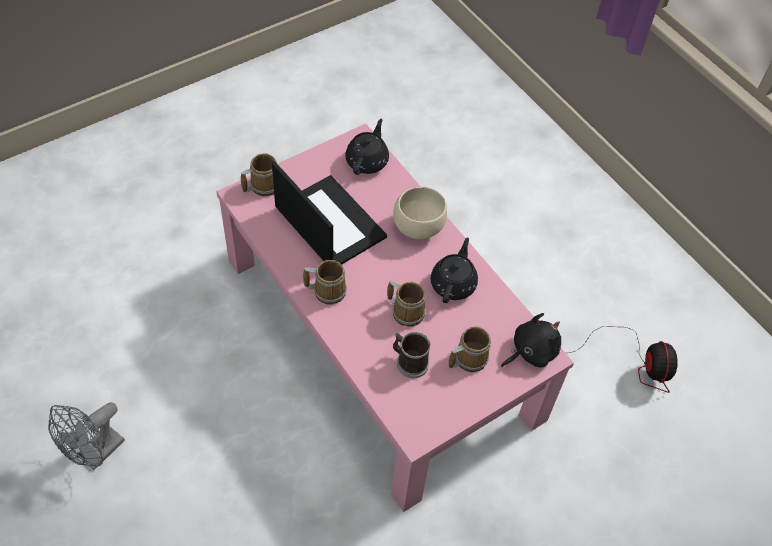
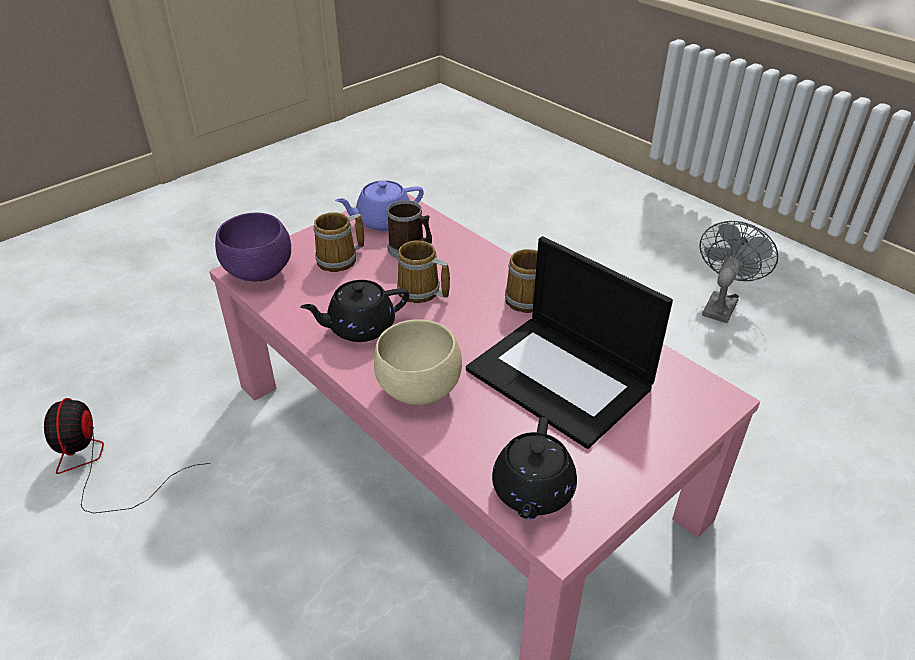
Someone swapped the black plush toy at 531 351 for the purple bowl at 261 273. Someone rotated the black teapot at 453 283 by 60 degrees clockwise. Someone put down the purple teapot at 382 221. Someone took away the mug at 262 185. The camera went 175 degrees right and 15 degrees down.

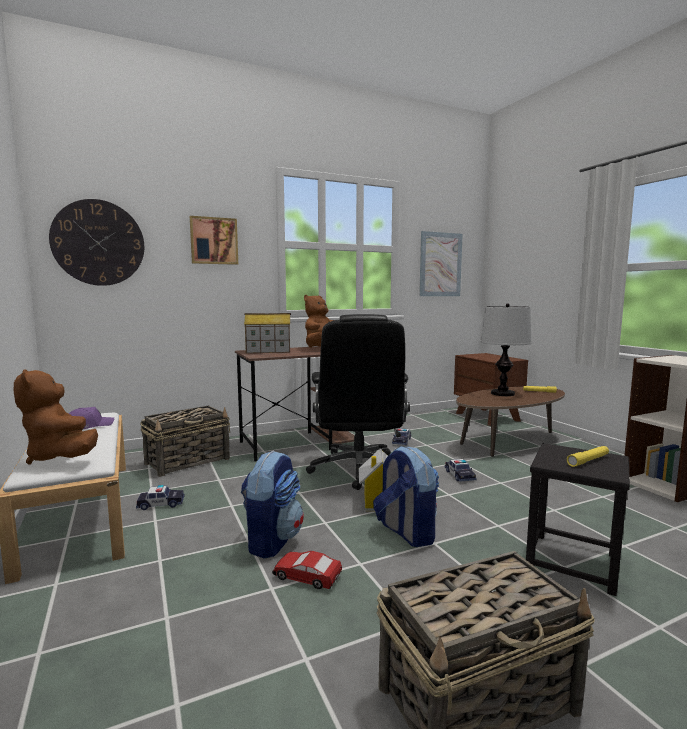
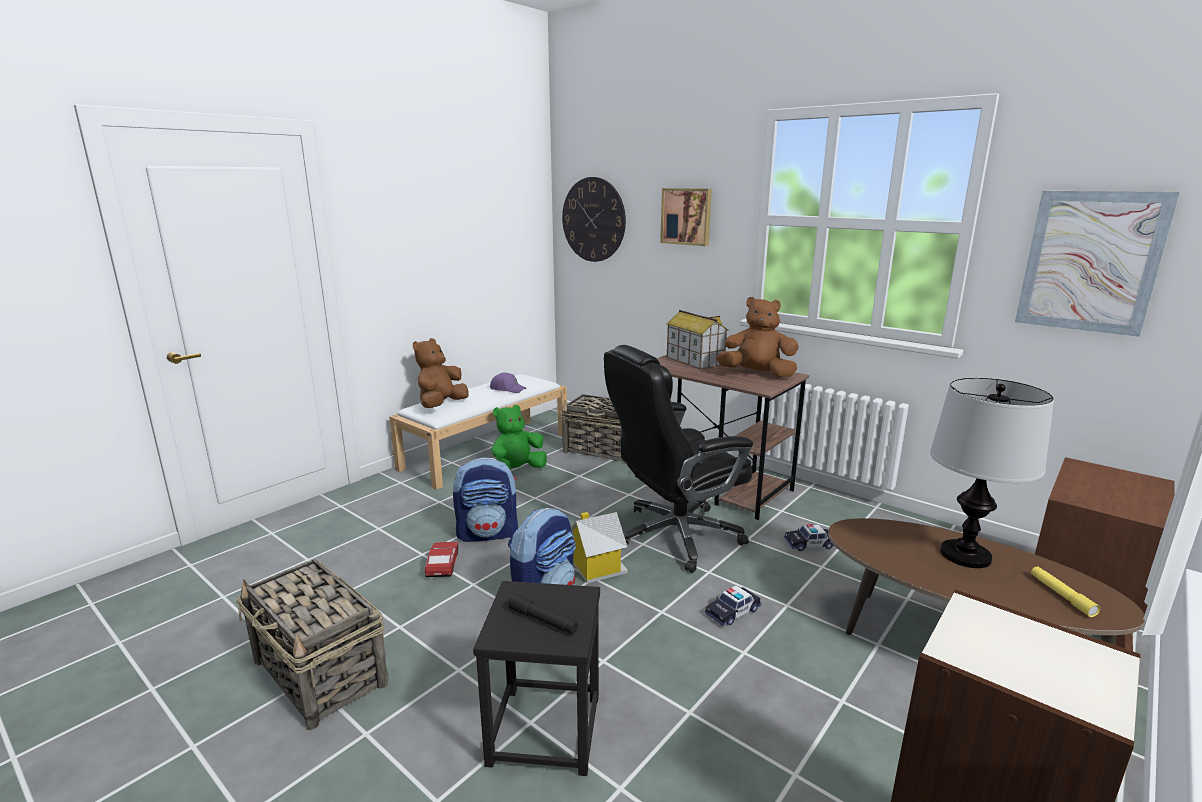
Someone swapped the toy car at 161 504 for the green plush toy at 517 471. Someone repainted the yellow flashlight at 588 460, which became the black flashlight at 543 620. The camera went 65 degrees right and 10 degrees up.

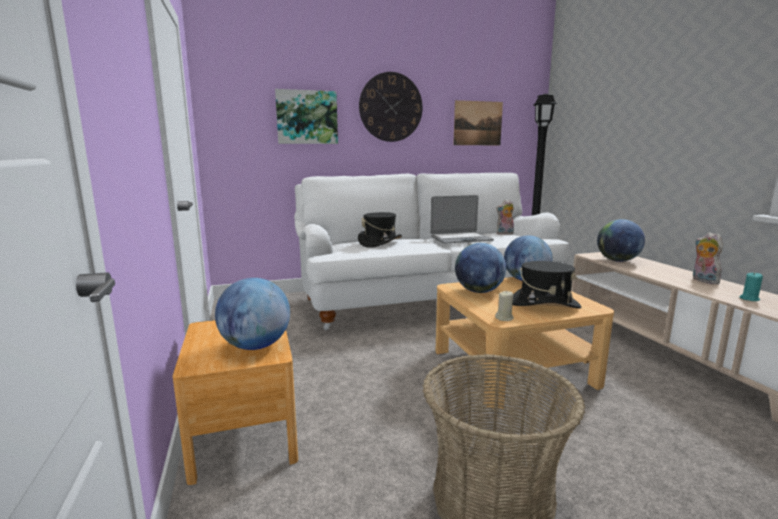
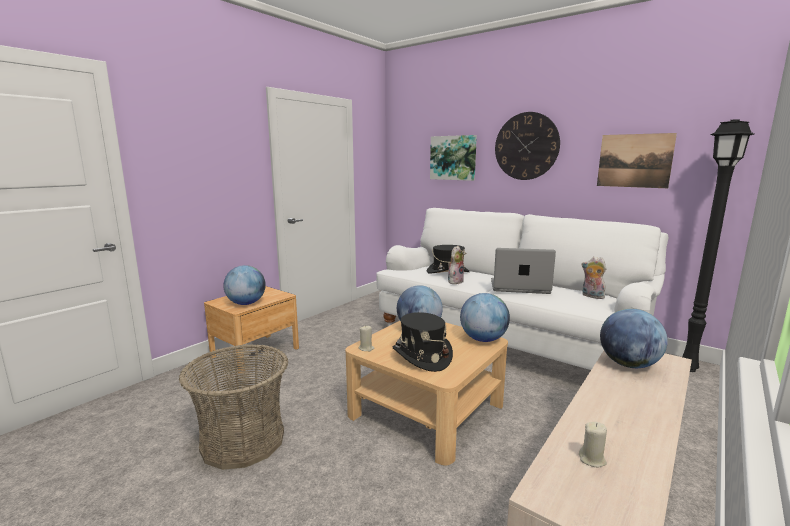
Someone carried the plush toy from 703 281 to 455 281. Someone rotated the laptop at 461 239 by 150 degrees clockwise. Someone repainted the turquoise candle at 749 299, which became the beige candle at 592 459. The camera went 55 degrees right and 0 degrees up.

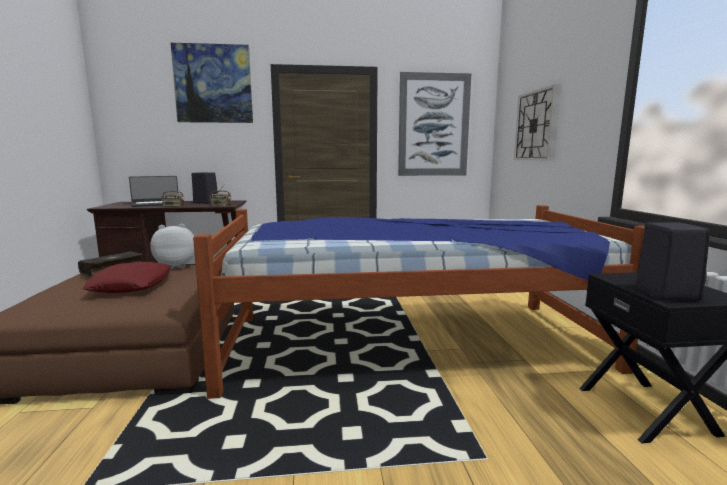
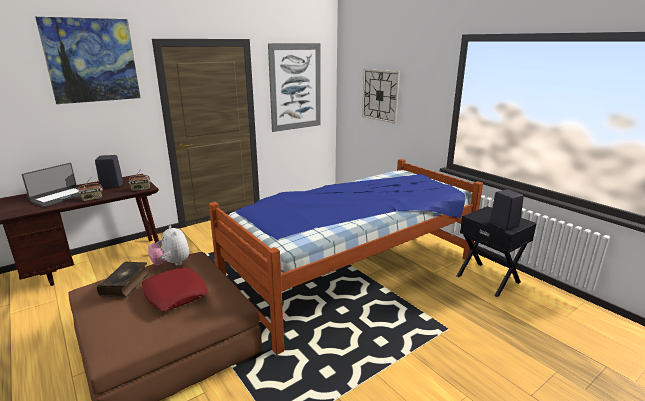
Someone rotated the plush toy at 176 266 by 75 degrees counterclockwise. The camera went 30 degrees left and 10 degrees up.

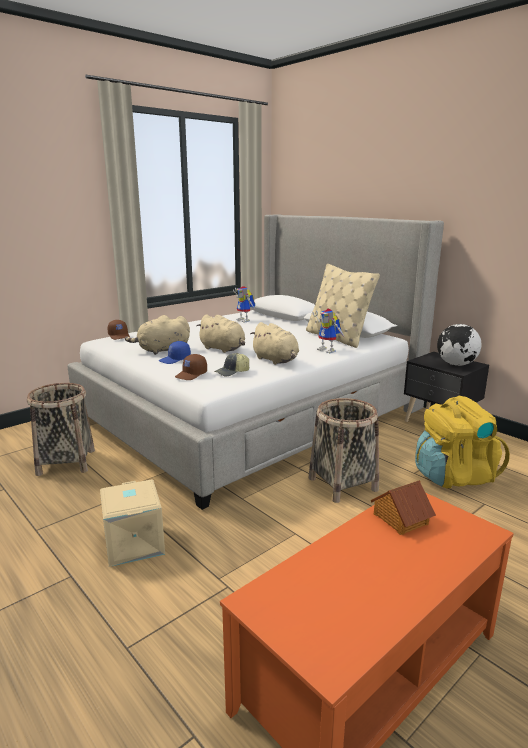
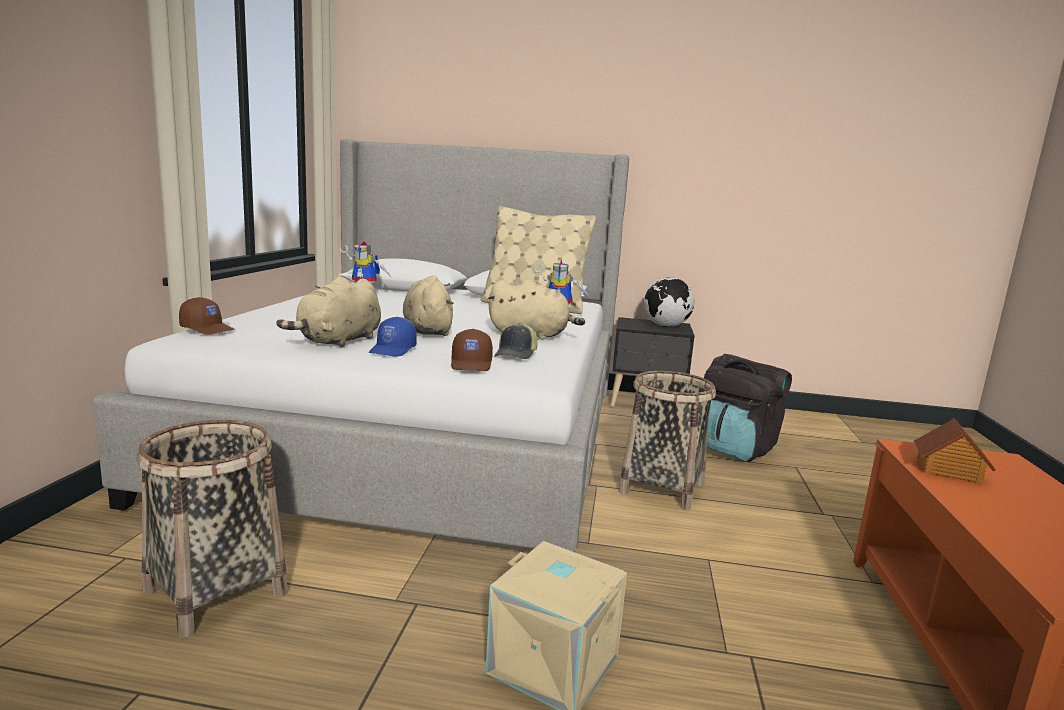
Someone rotated the beige plush toy at 223 349 by 105 degrees counterclockwise. Someone repainted the yellow backpack at 454 476, which became the black backpack at 735 449. The camera went 40 degrees left and 5 degrees down.

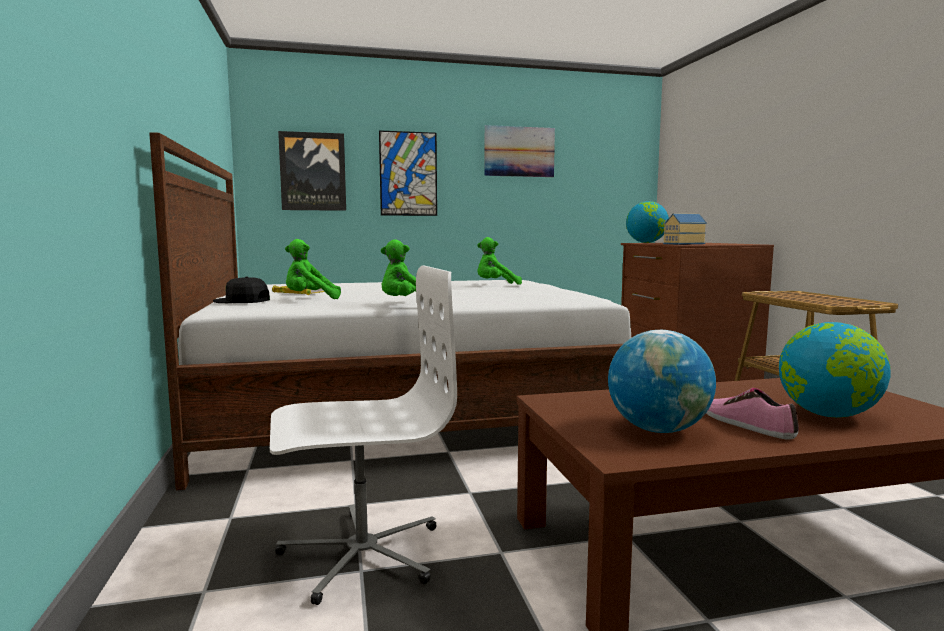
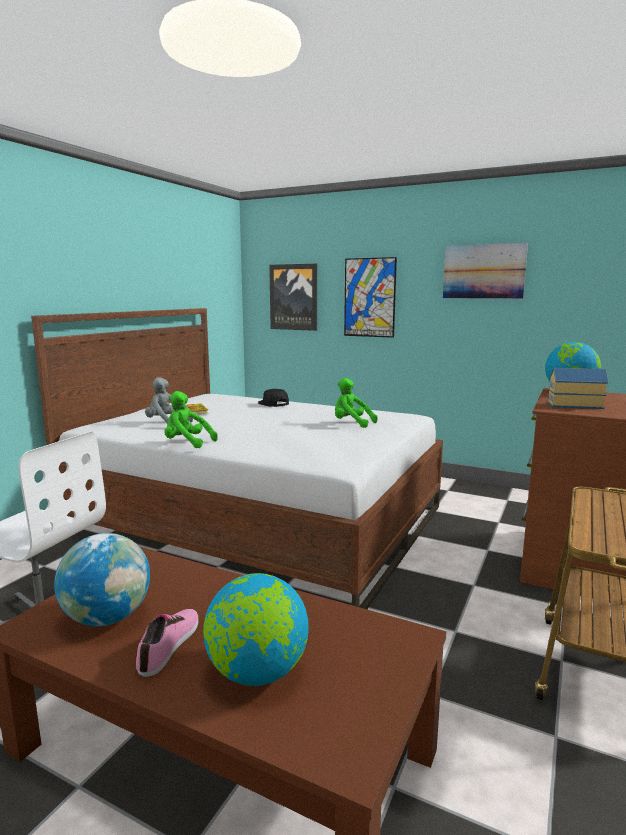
Someone repainted the green plush toy at 310 299, which became the grey plush toy at 166 423. Someone carried the black cap from 242 301 to 273 403. The camera went 40 degrees right and 5 degrees up.

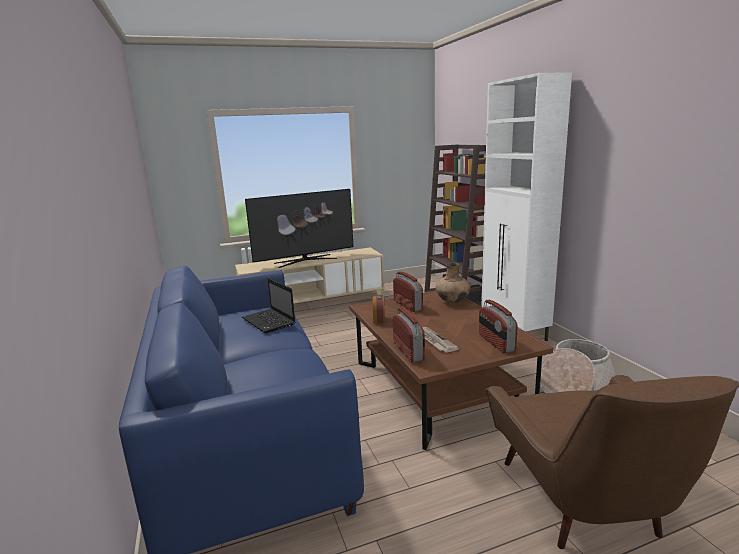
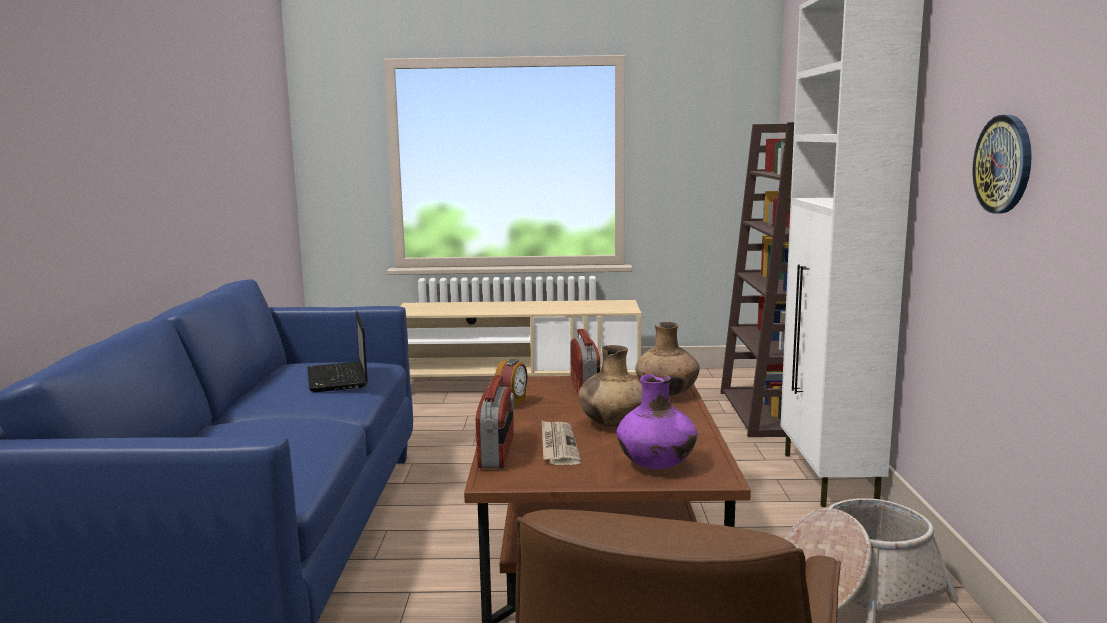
Someone put down the brown vase at 612 424. Someone swapped the radio at 496 343 for the purple vase at 656 465. Someone put up the wall clock at 1004 164. Someone took away the television at 305 261. The camera went 20 degrees right and 5 degrees down.

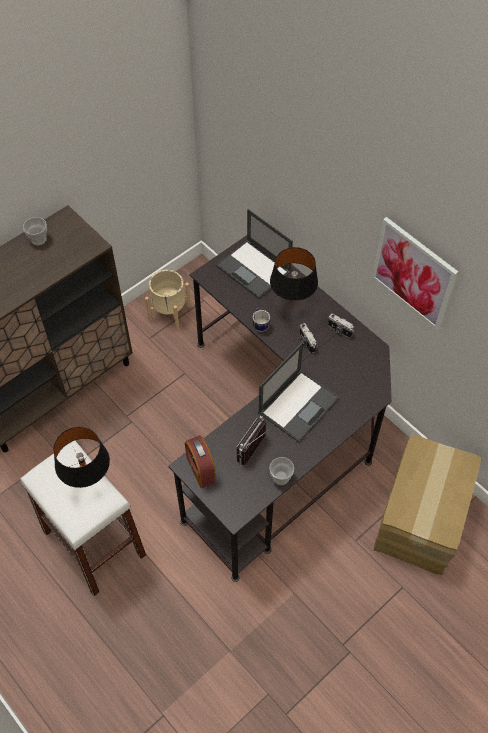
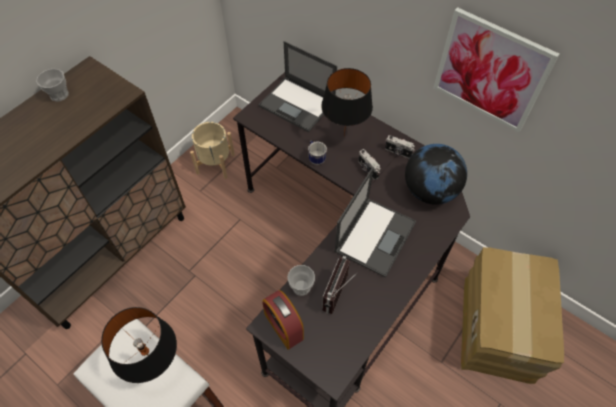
Someone carried the cup from 281 477 to 301 287. Someone put down the globe at 430 191. The camera went 10 degrees left and 0 degrees up.

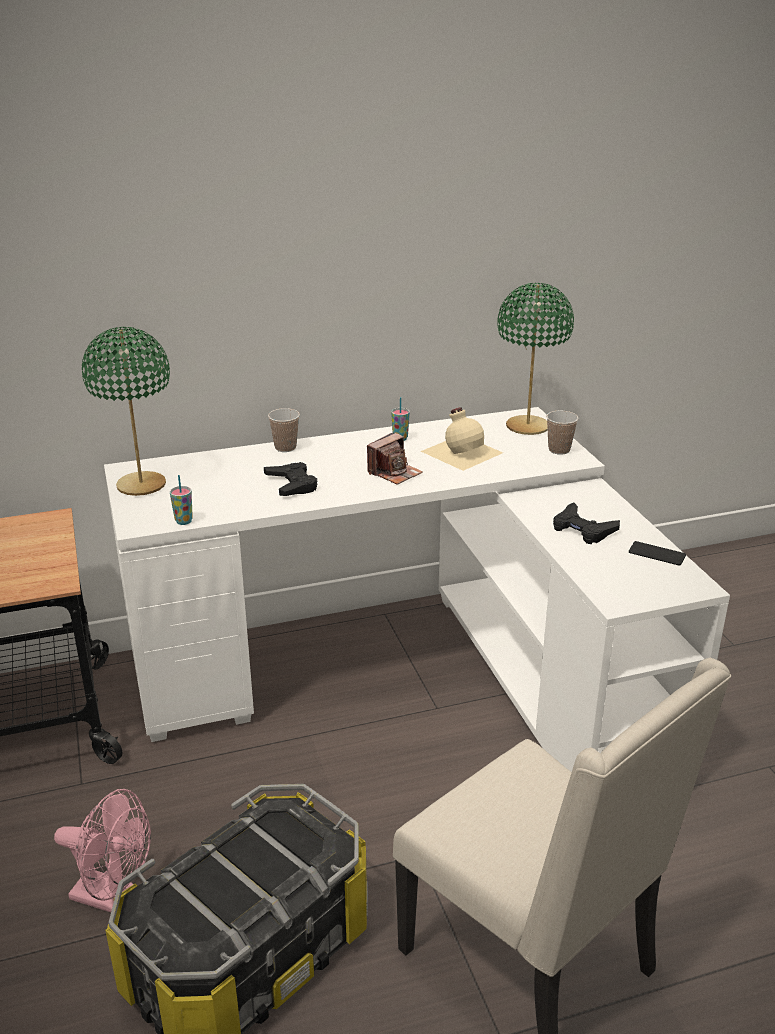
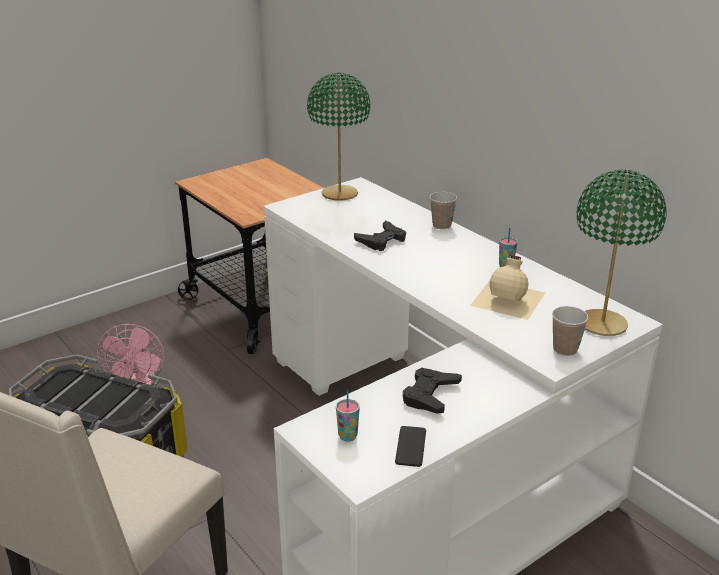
Someone carried the cup from 184 521 to 347 436. Someone took away the photo camera at 394 473. The camera went 70 degrees right and 0 degrees up.

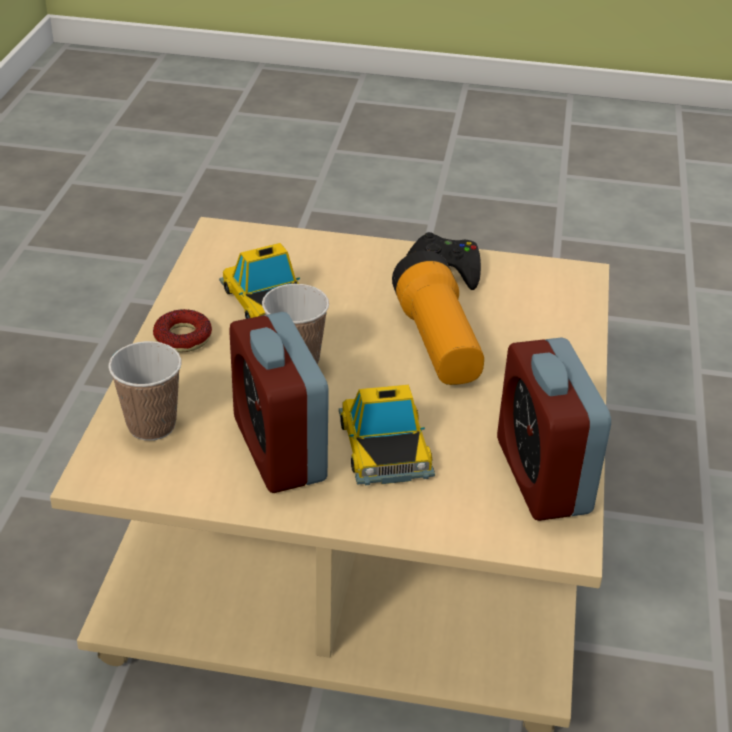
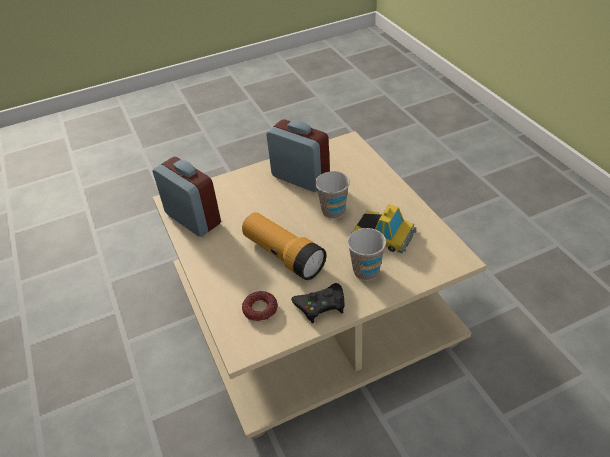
Someone carried the donut from 183 338 to 260 310. Someone carried the cup from 151 425 to 366 271. Someone took away the toy car at 385 445. The camera went 150 degrees right and 5 degrees up.

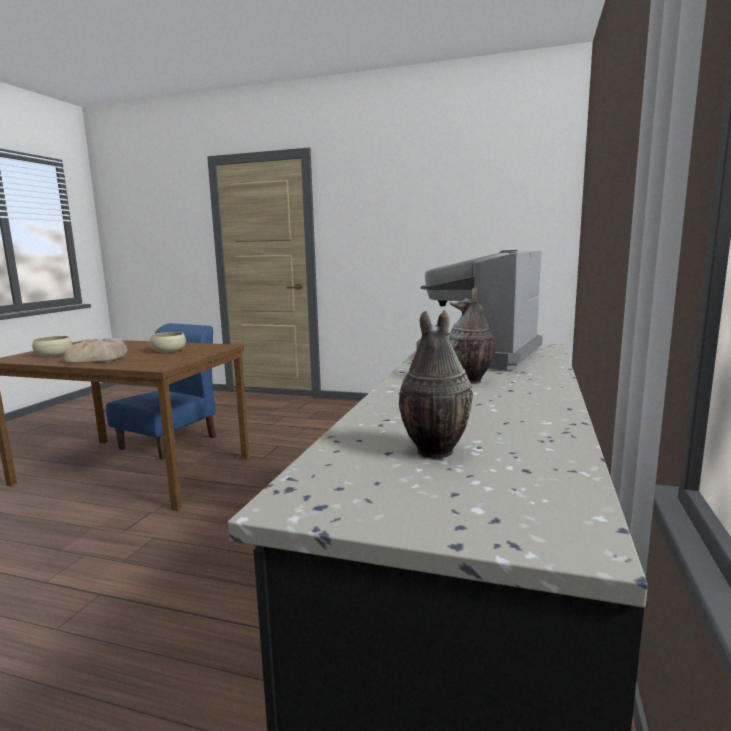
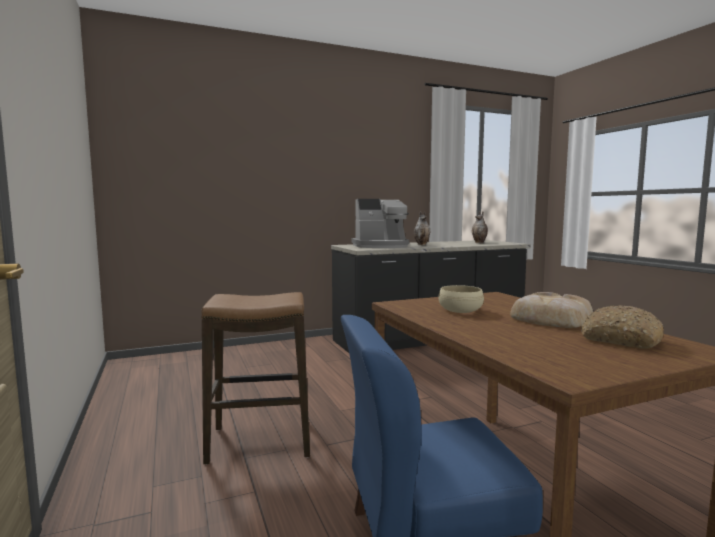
Someone put down the stool at 260 442. Someone swapped the beige bowl at 54 355 for the bread at 620 340. The camera went 130 degrees left and 5 degrees down.

